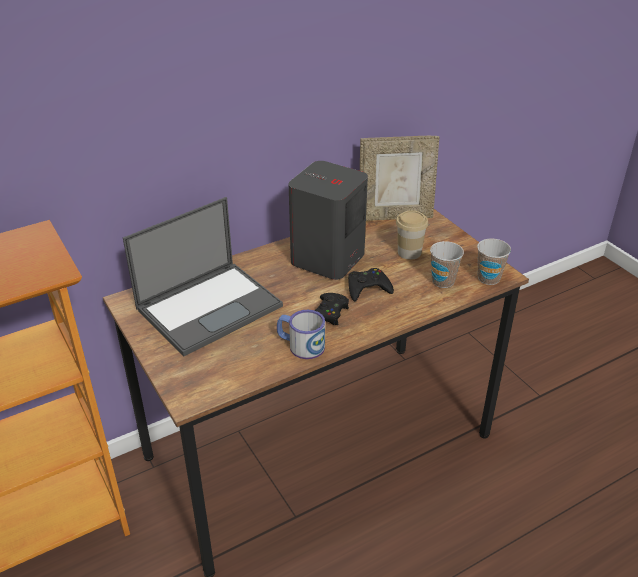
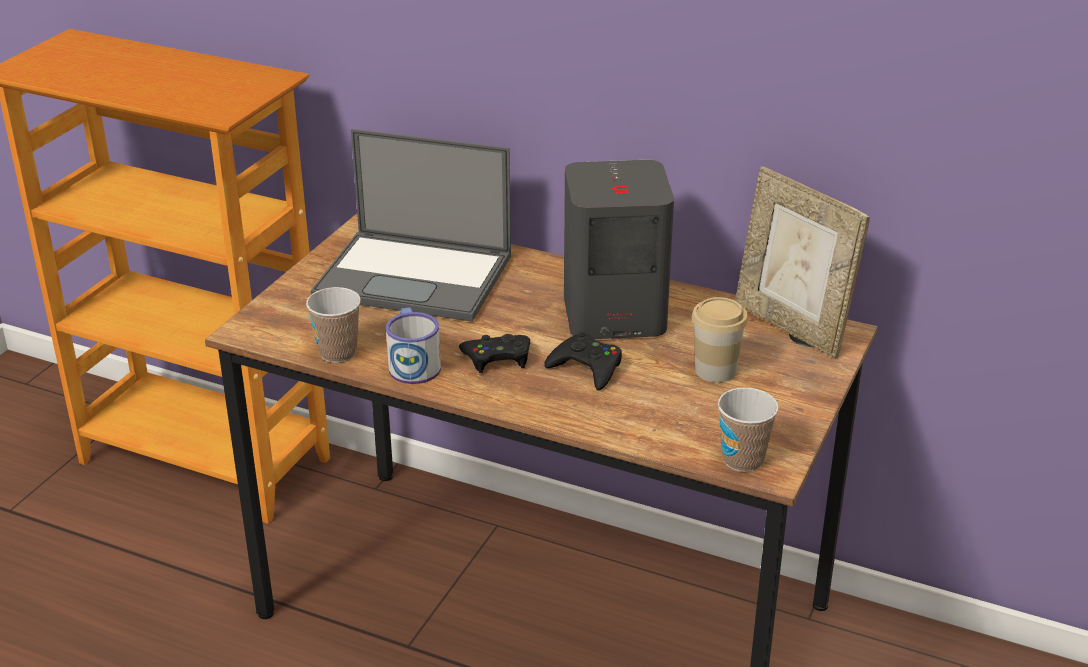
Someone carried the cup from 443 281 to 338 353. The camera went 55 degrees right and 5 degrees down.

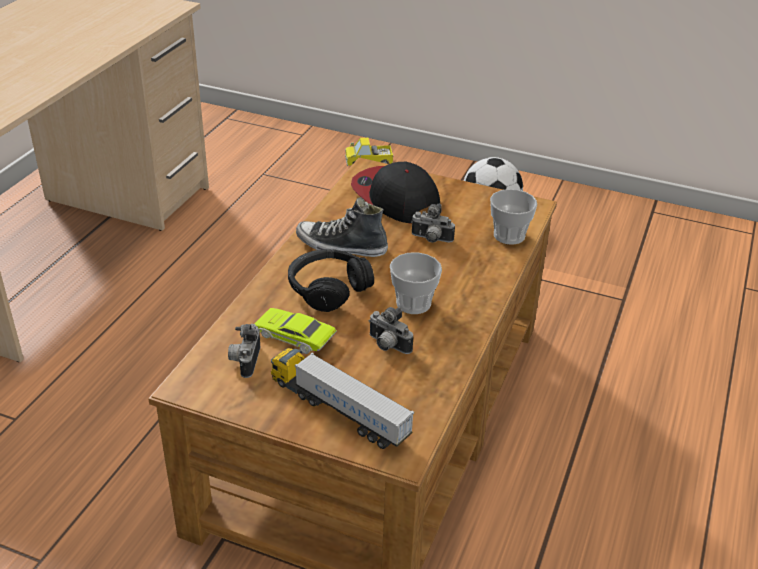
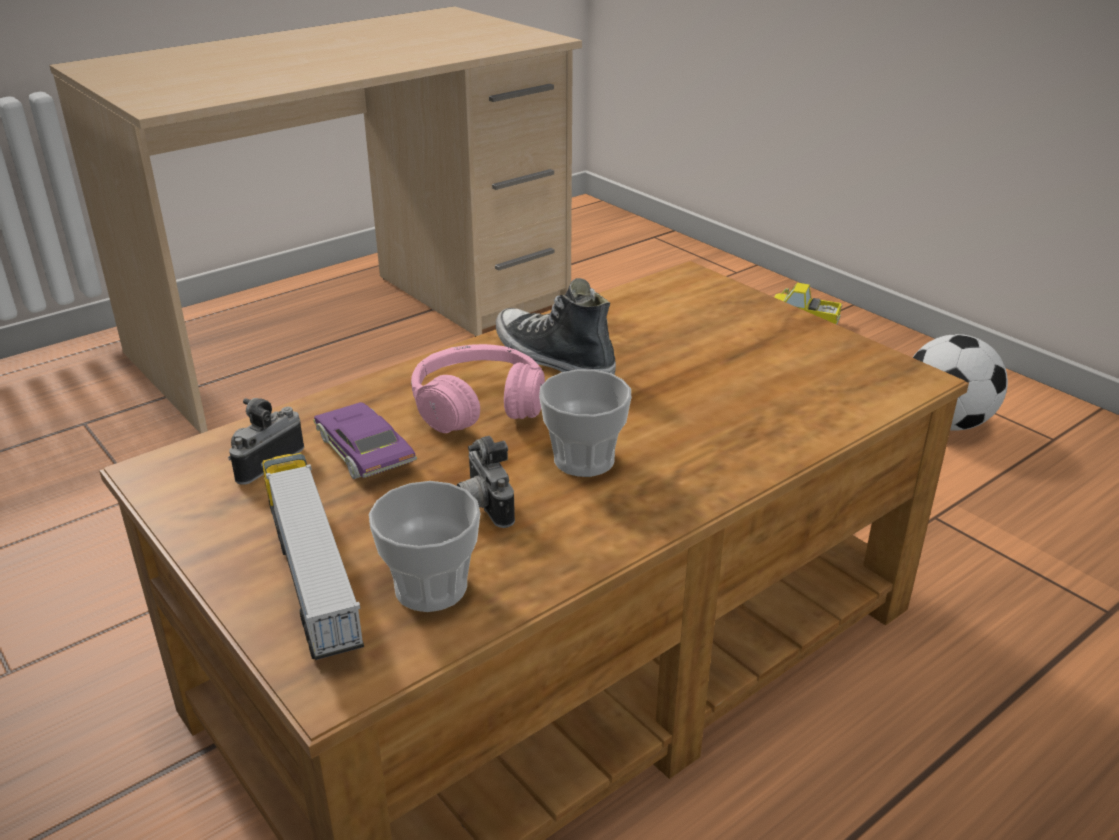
Someone repainted the green toy car at 294 336, which became the purple toy car at 365 451. Someone carried the cup from 509 236 to 430 588. Someone repainted the black headphones at 328 289, which became the pink headphones at 478 405. Someone took away the cap at 395 198. Someone took away the photo camera at 431 240. The camera went 30 degrees right and 5 degrees down.

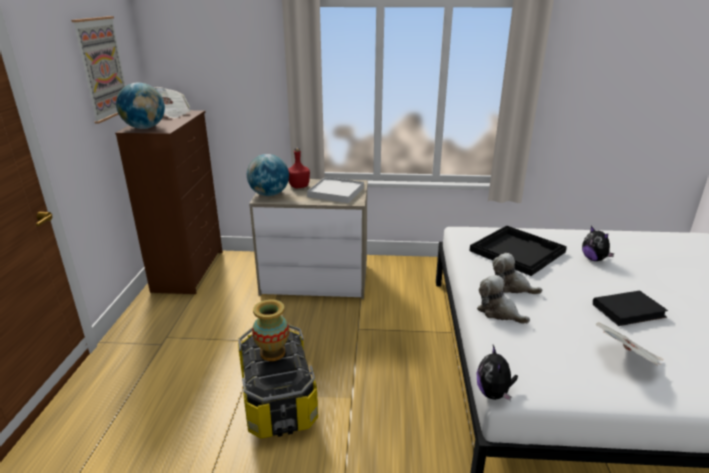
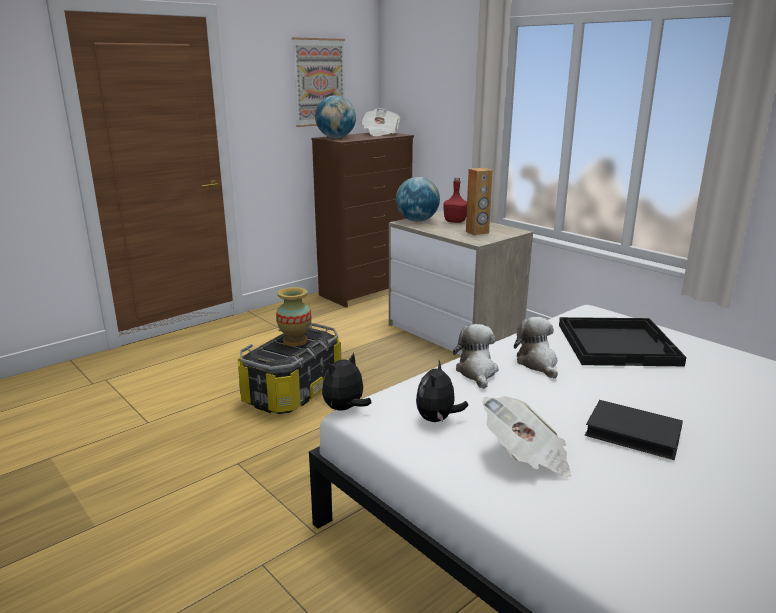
Someone carried the plush toy from 594 259 to 437 419. Someone swapped the white tray at 336 192 for the brown speaker at 477 232. The camera went 45 degrees right and 5 degrees down.

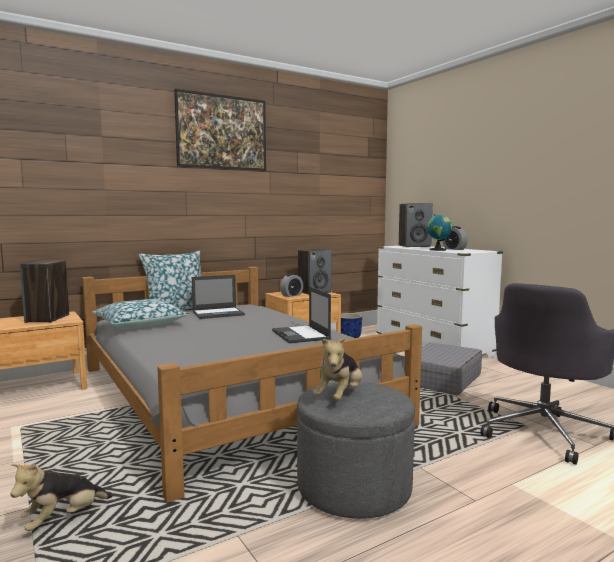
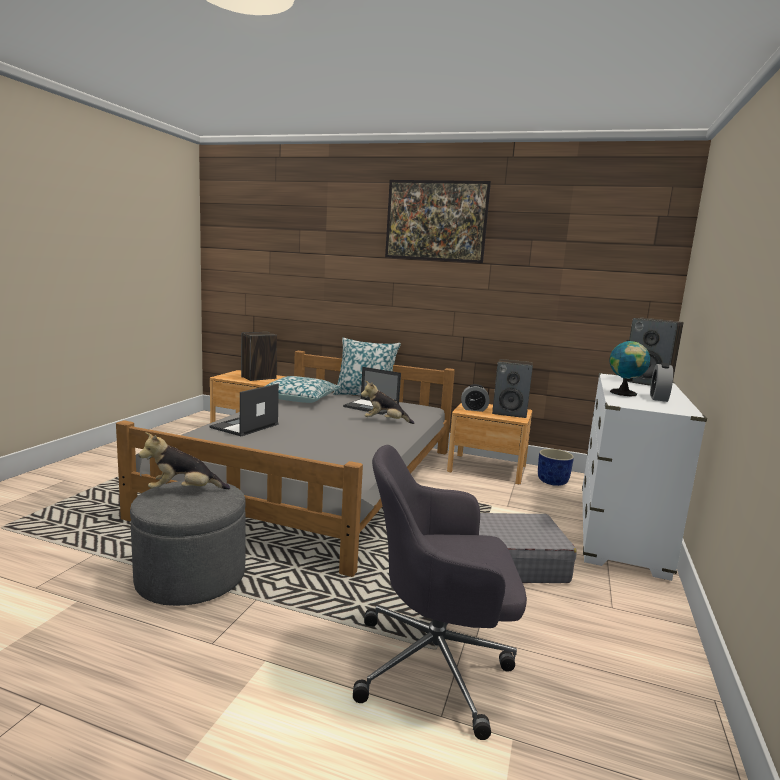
Someone carried the laptop from 301 335 to 244 426. Someone carried the plush toy from 63 519 to 385 422. The camera went 50 degrees right and 5 degrees up.

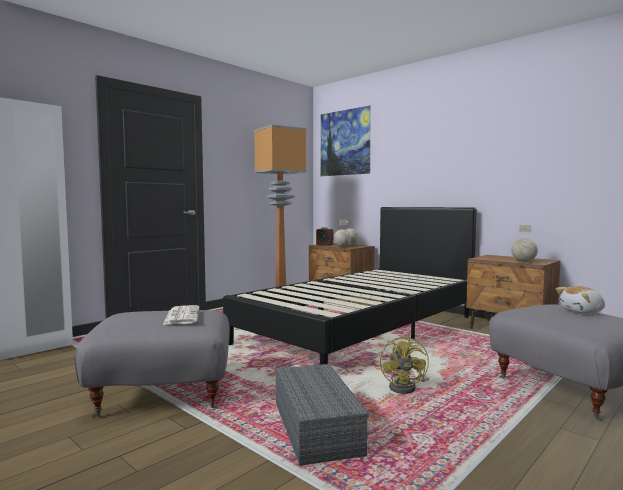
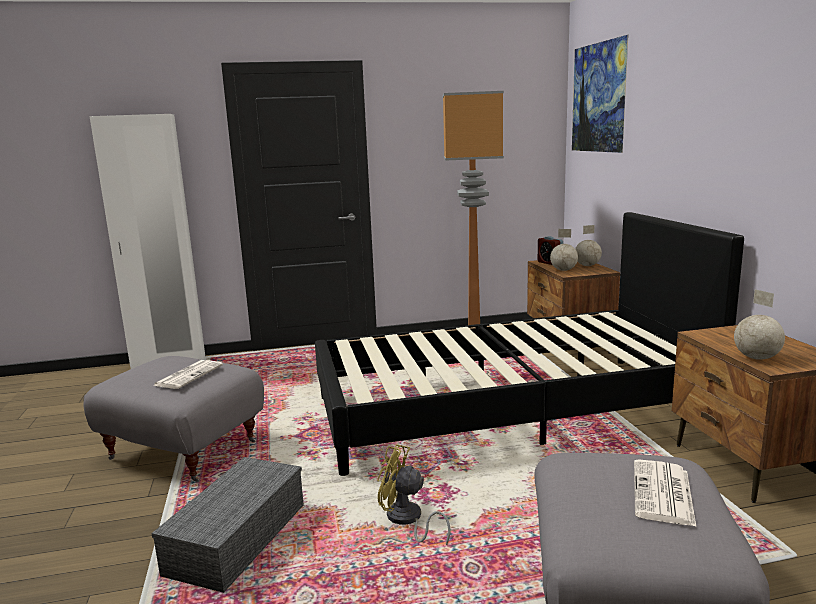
Someone rotated the yellow fan at 406 387 by 75 degrees clockwise. Someone swapped the plush toy at 582 311 for the newspaper at 663 494. The camera went 35 degrees right and 10 degrees up.

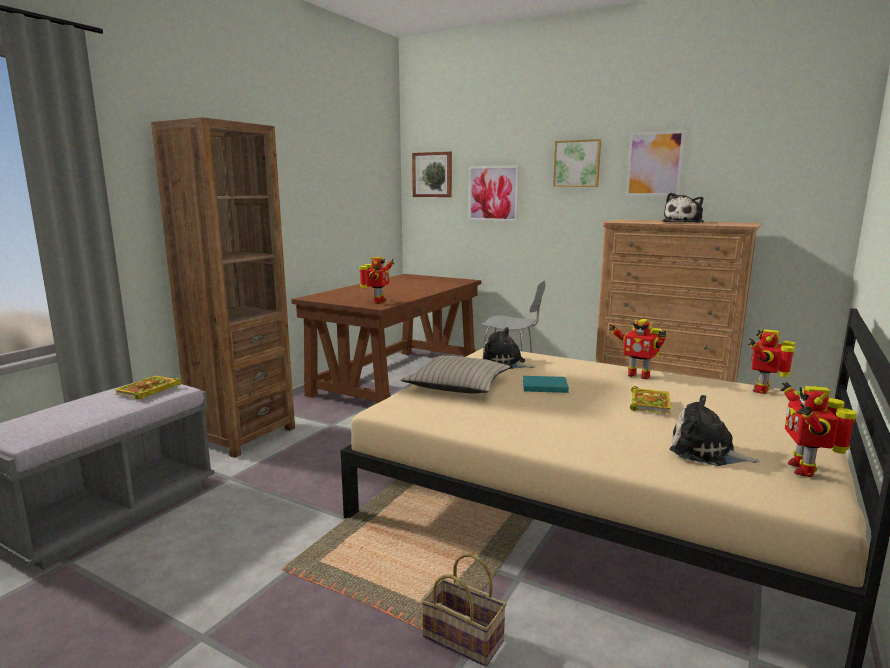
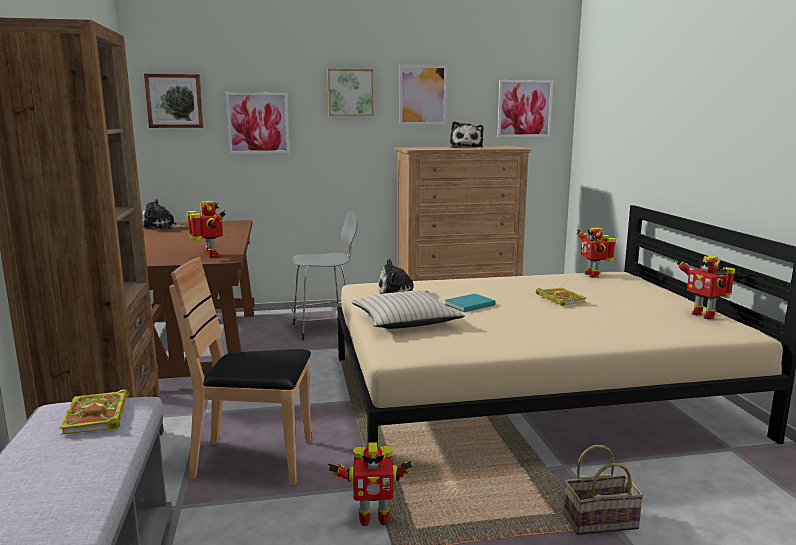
Someone carried the plush toy from 706 452 to 162 227. Someone put down the brown chair at 254 460. Someone carried the toy robot from 638 375 to 373 518. Someone put up the picture at 524 108. The camera went 40 degrees left and 0 degrees up.

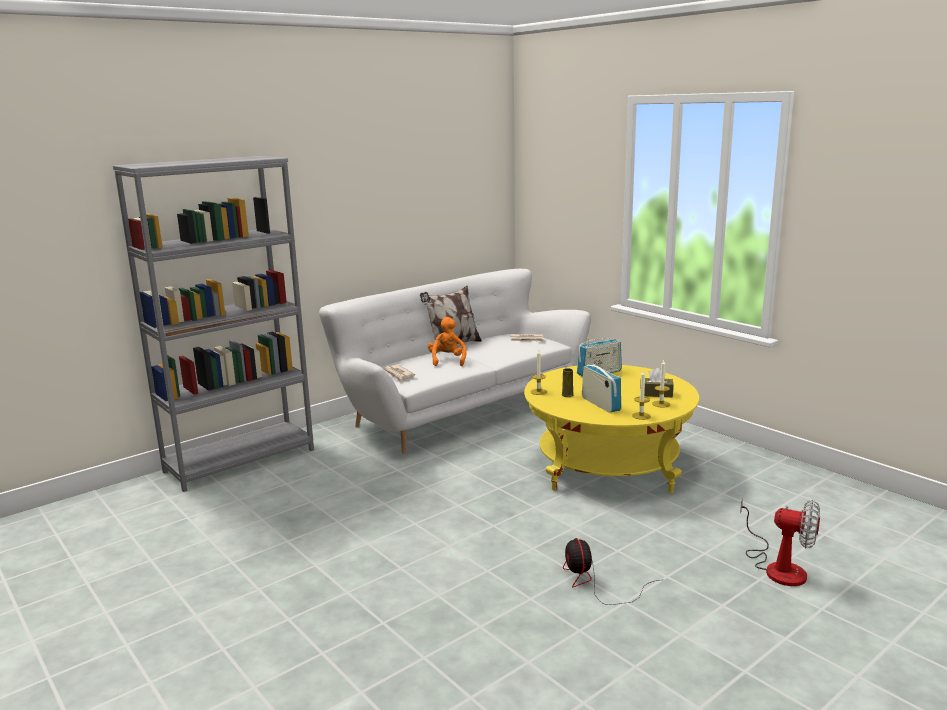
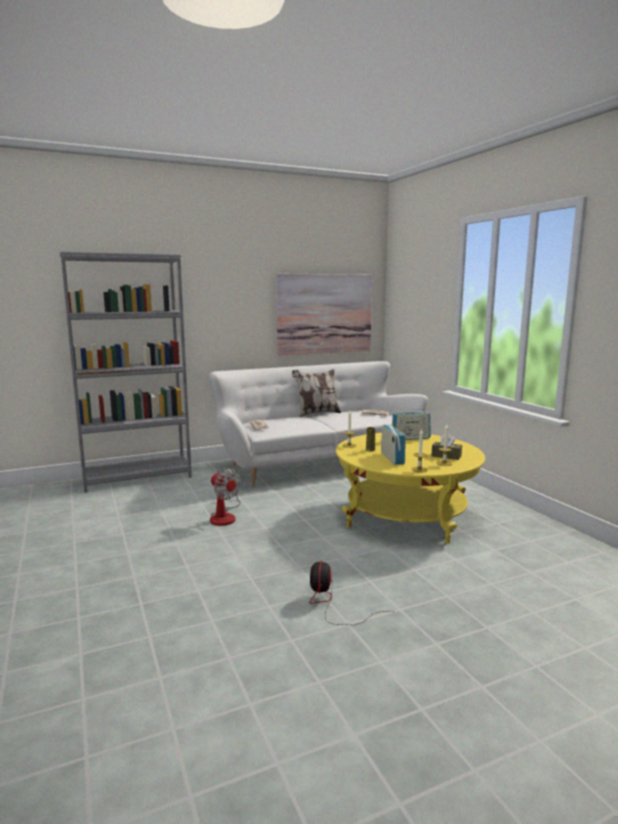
Someone carried the fan from 778 566 to 225 516. Someone put up the picture at 324 314. Someone took away the orange plush toy at 447 360. The camera went 15 degrees right and 5 degrees down.

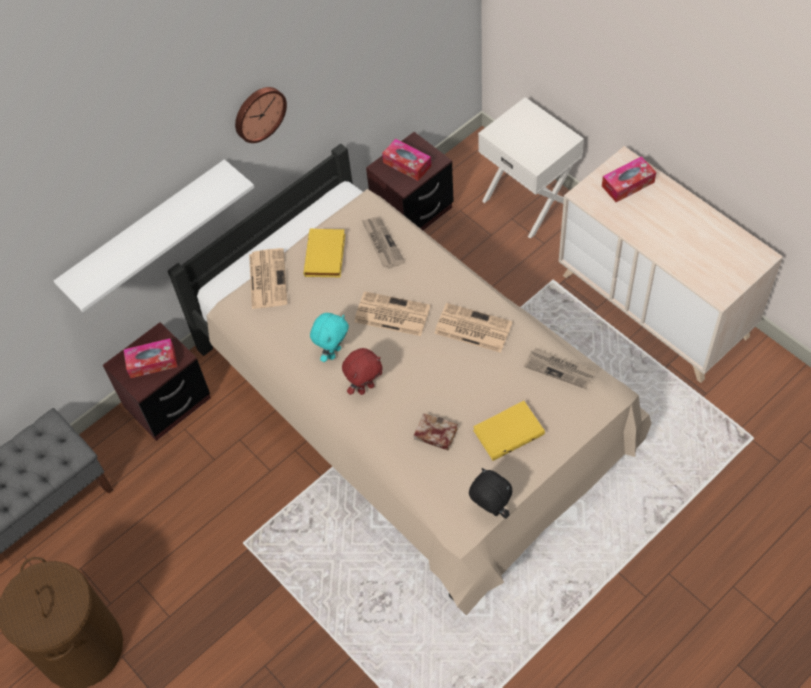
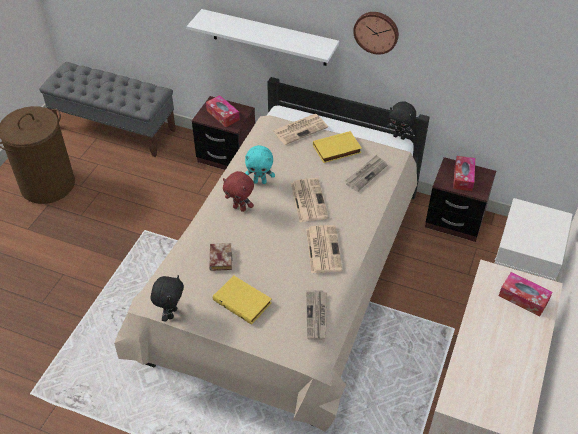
Someone put down the black plush toy at 399 136. The camera went 60 degrees right and 10 degrees down.

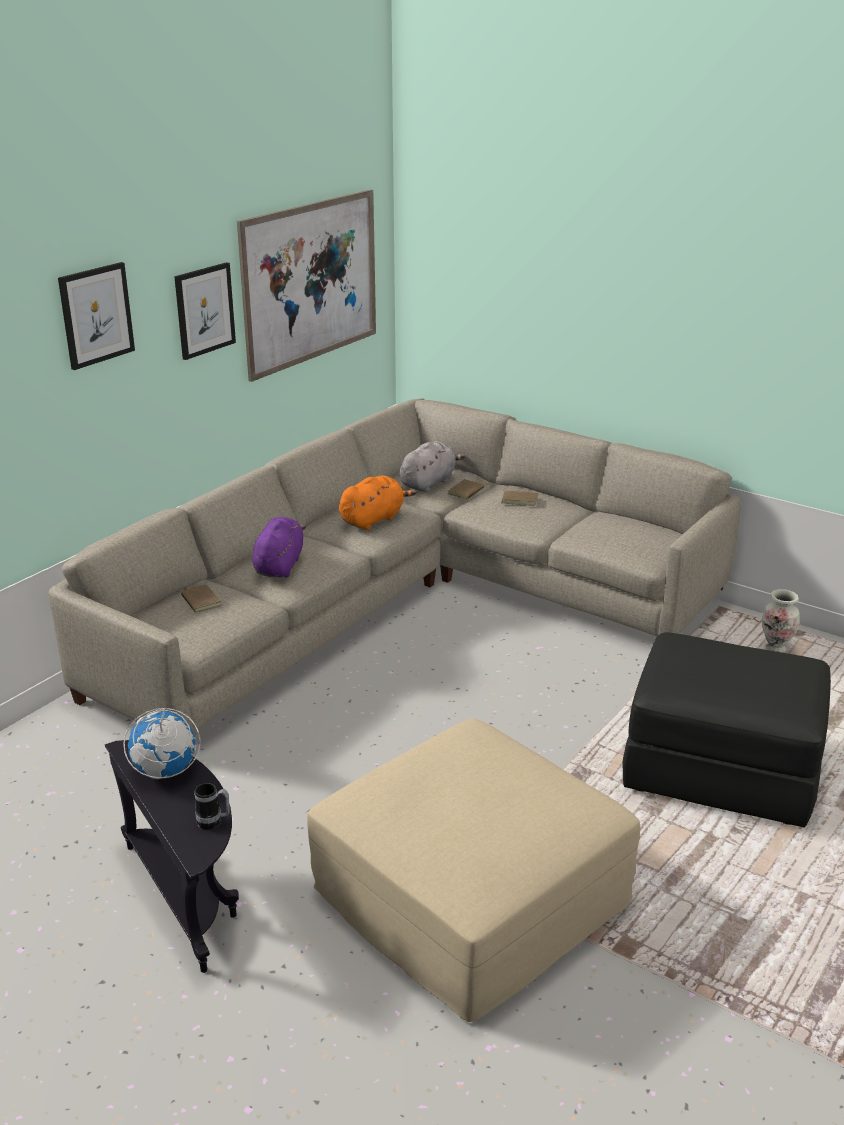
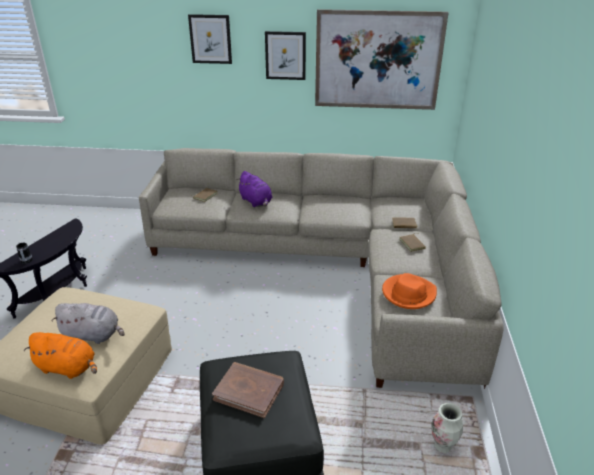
Someone carried the orange plush toy from 373 519 to 68 368. Someone carried the grey plush toy from 429 483 to 93 335. Someone put down the brown book at 249 391. Someone rotated the purple plush toy at 279 565 by 75 degrees clockwise. Someone put down the orange hat at 408 293. Someone took away the globe at 164 772. The camera went 60 degrees right and 5 degrees up.

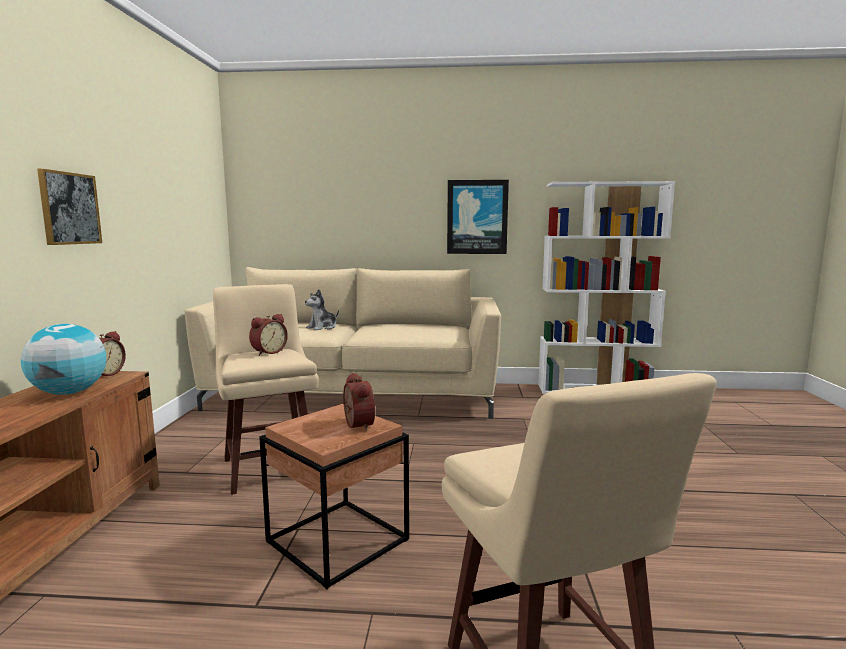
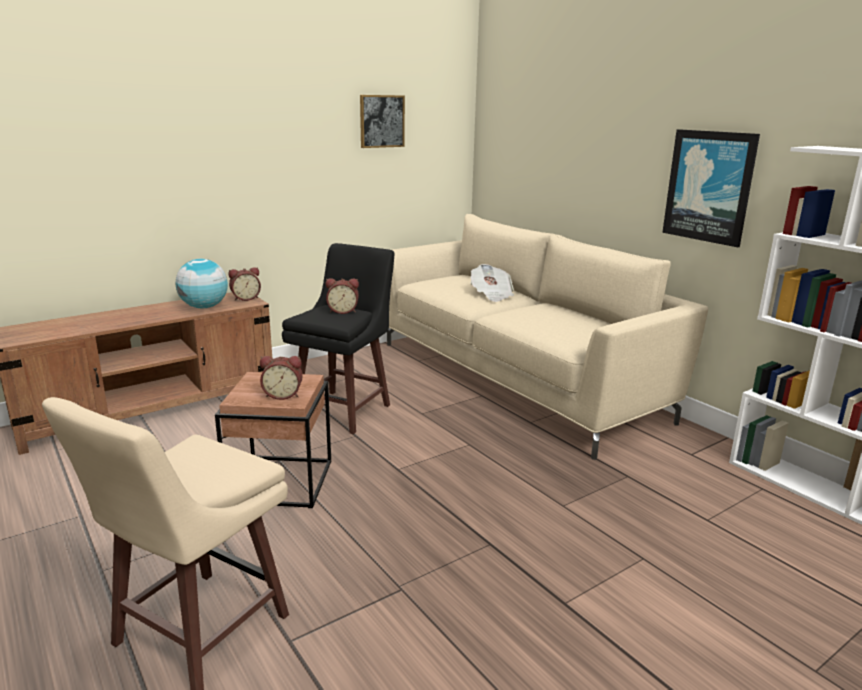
Someone rotated the alarm clock at 356 425 by 60 degrees clockwise. Someone repainted the beige stool at 270 467, which became the black stool at 344 411. Someone carried the picture from 69 208 to 381 121. Someone swapped the plush toy at 322 327 for the newspaper at 491 295. The camera went 50 degrees right and 10 degrees up.

